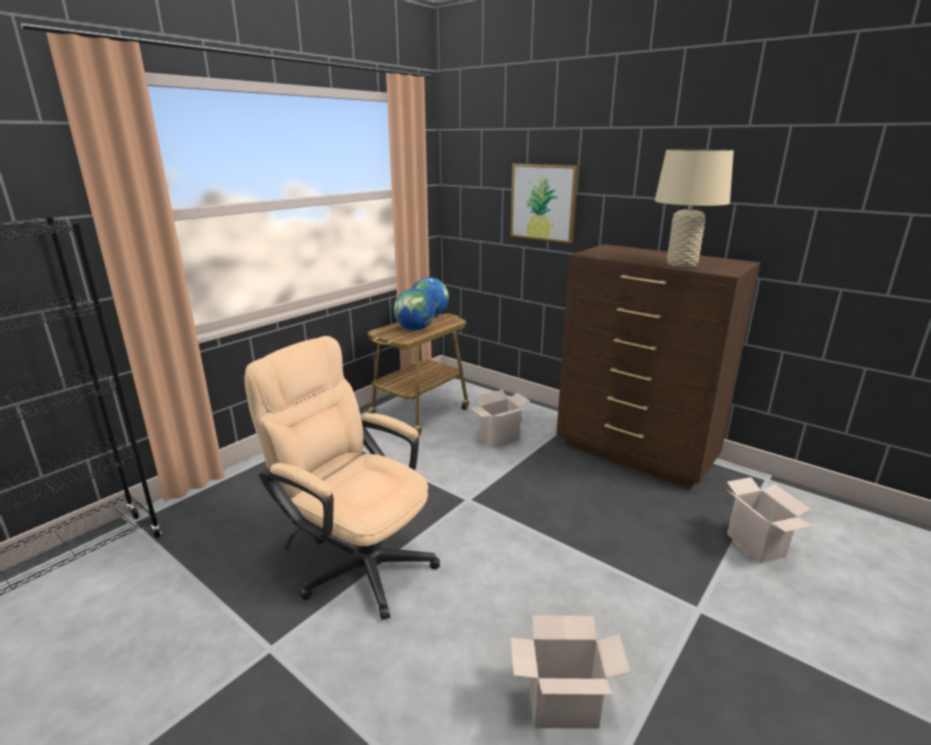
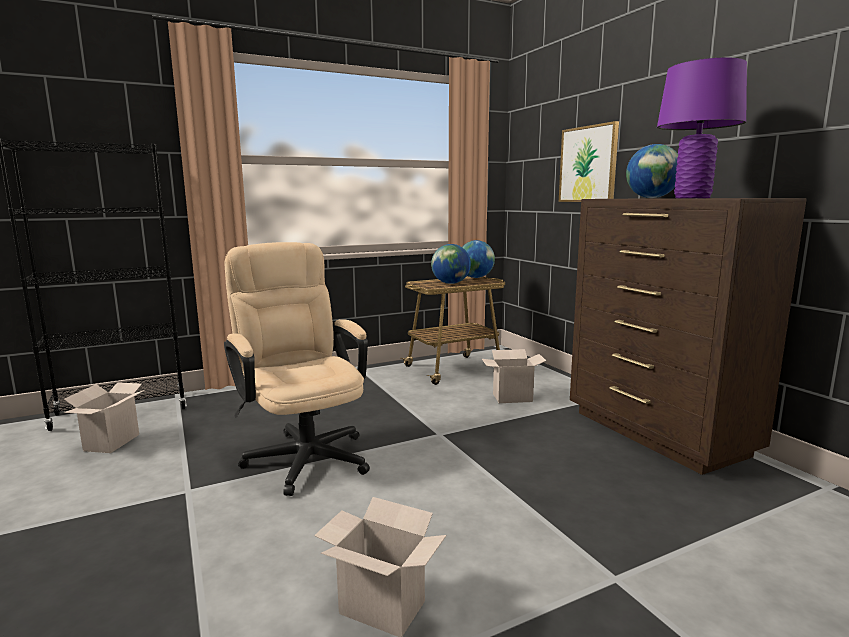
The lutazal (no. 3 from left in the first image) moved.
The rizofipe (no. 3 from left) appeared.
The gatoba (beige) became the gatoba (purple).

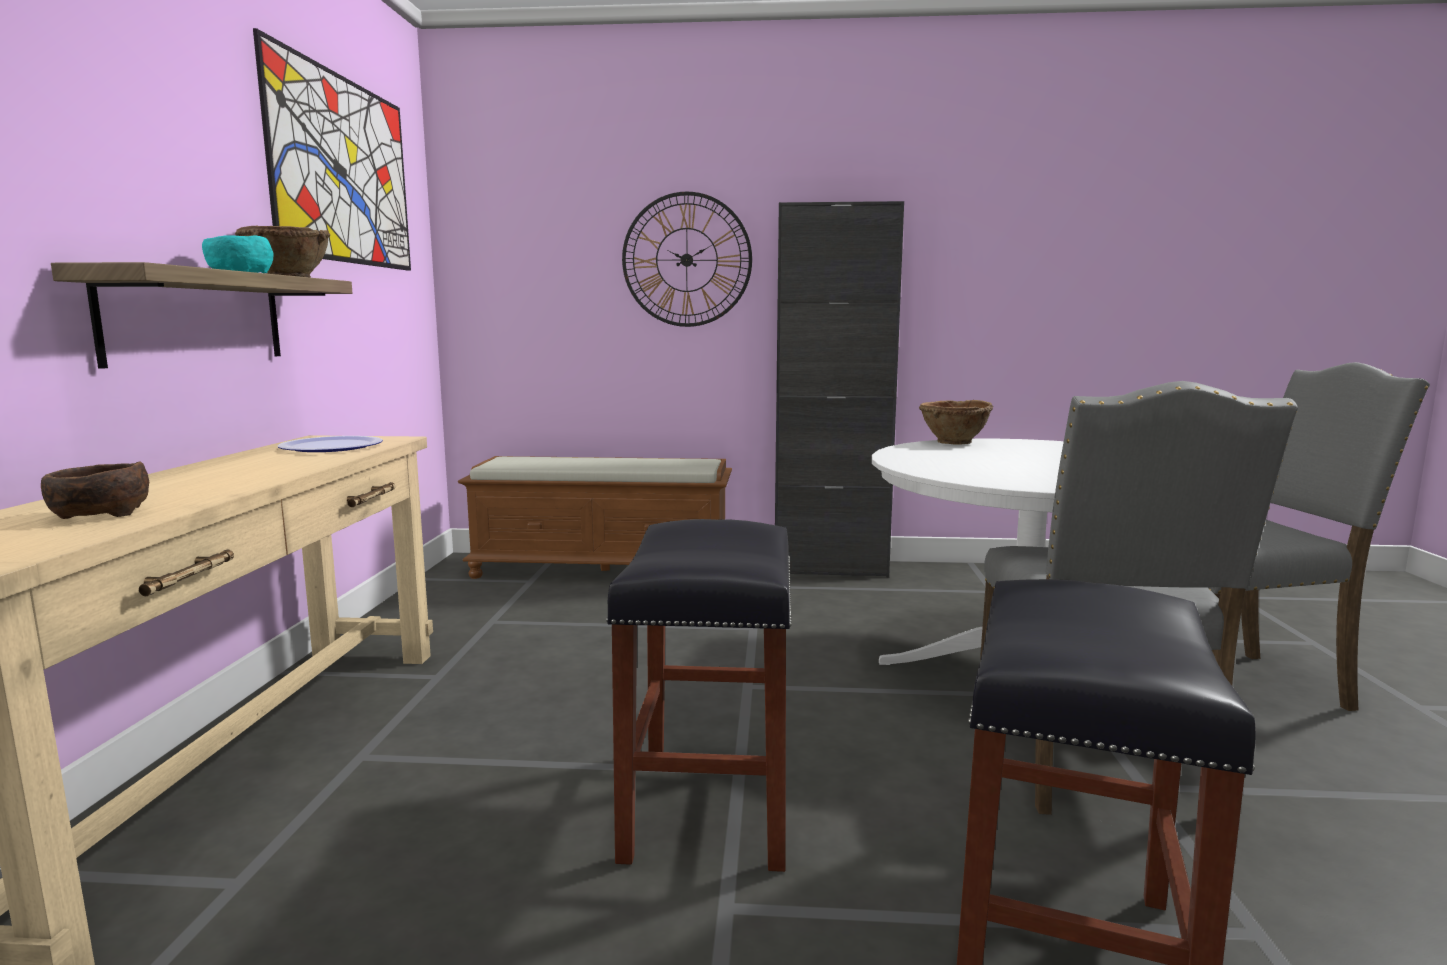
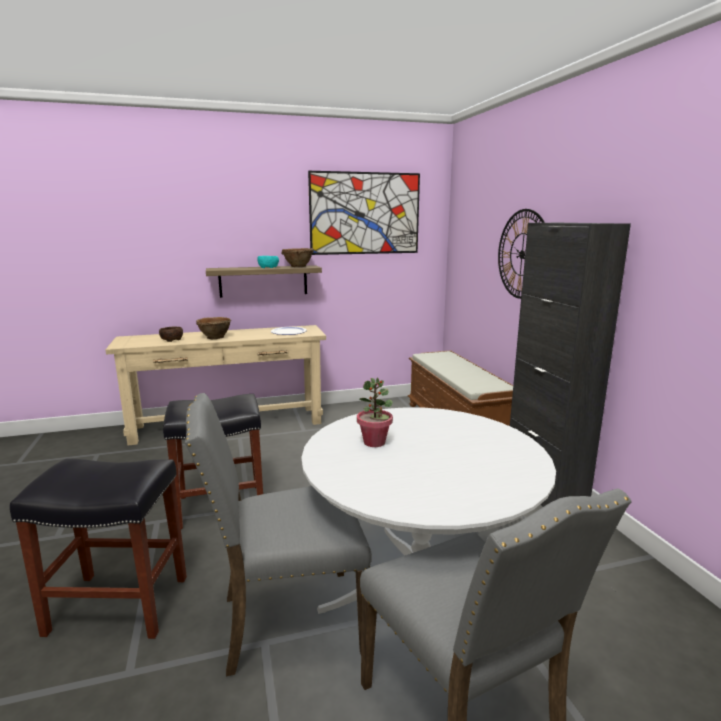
The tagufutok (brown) (no. 3 from left in the first image) moved.
The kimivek appeared.

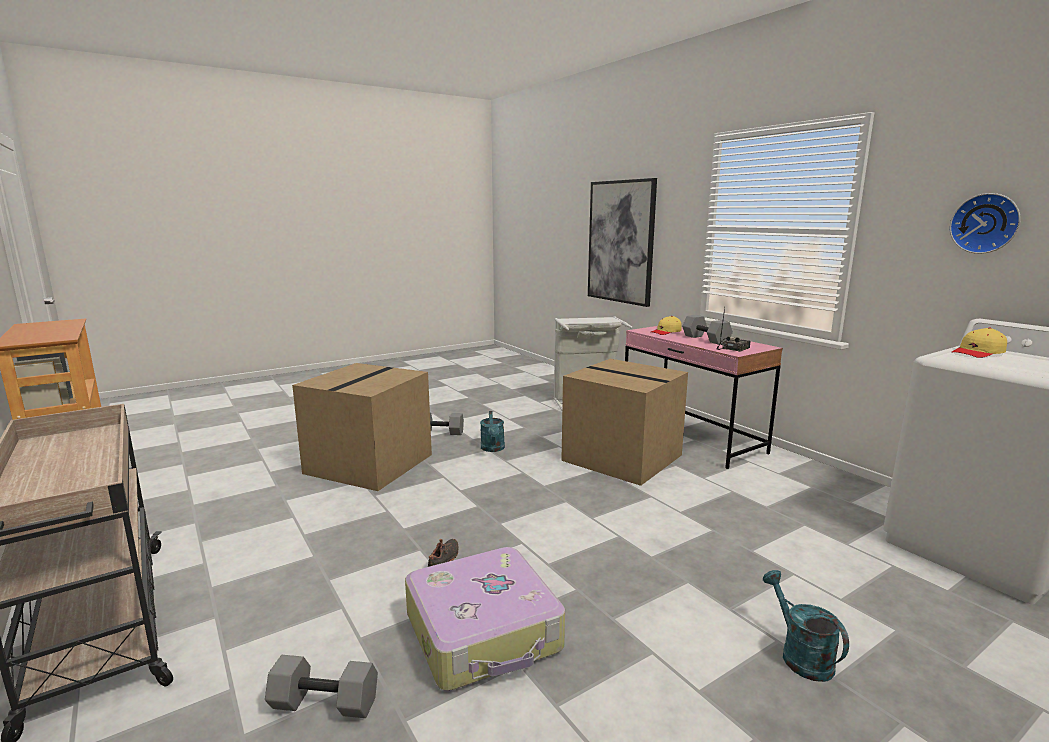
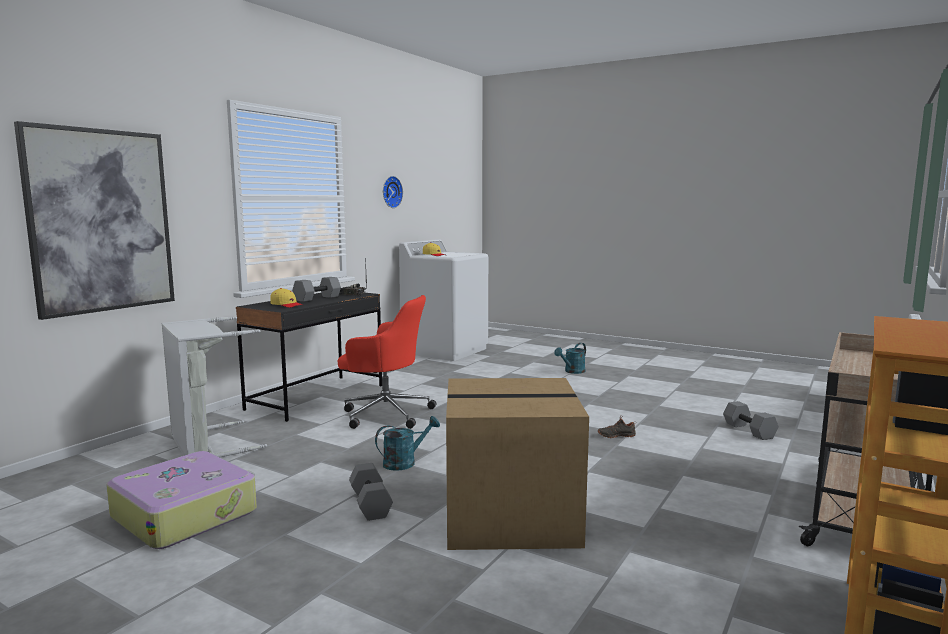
The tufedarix moved.
The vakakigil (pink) became the vakakigil (black).
The lutazal (no. 2 from left) was replaced by the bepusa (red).

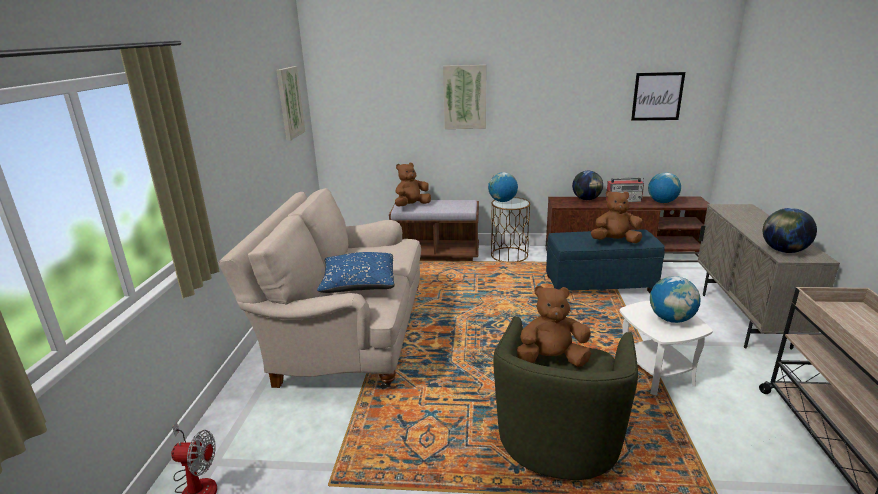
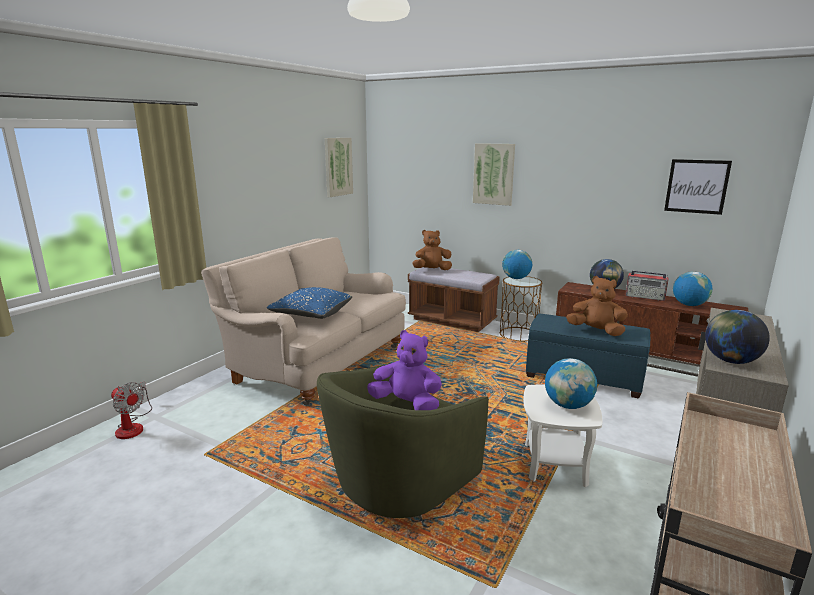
The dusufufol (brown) (no. 2 from left) became the dusufufol (purple).

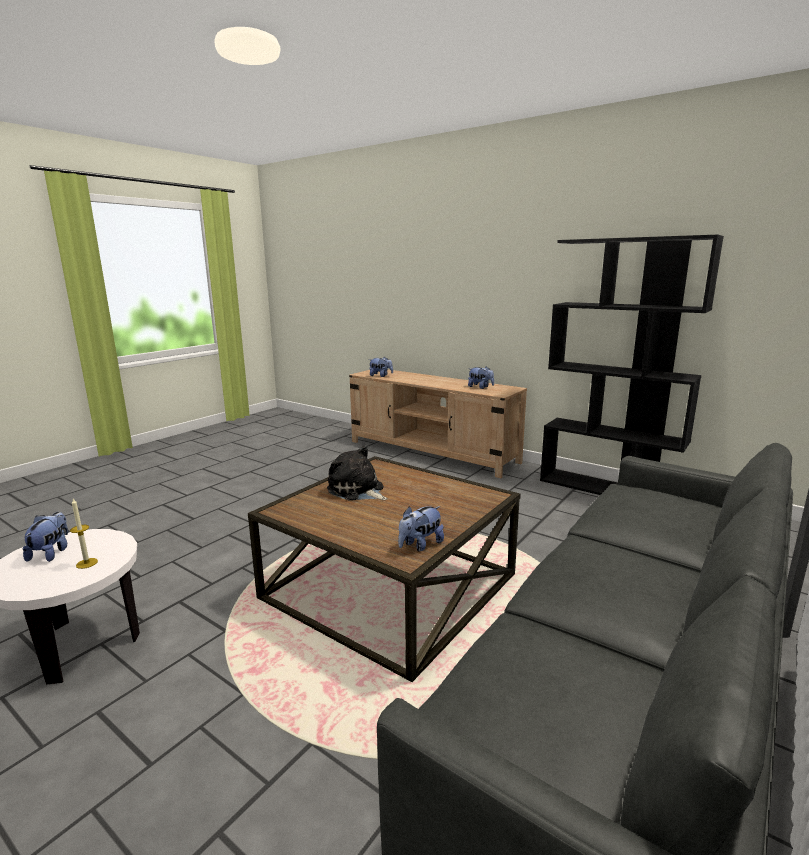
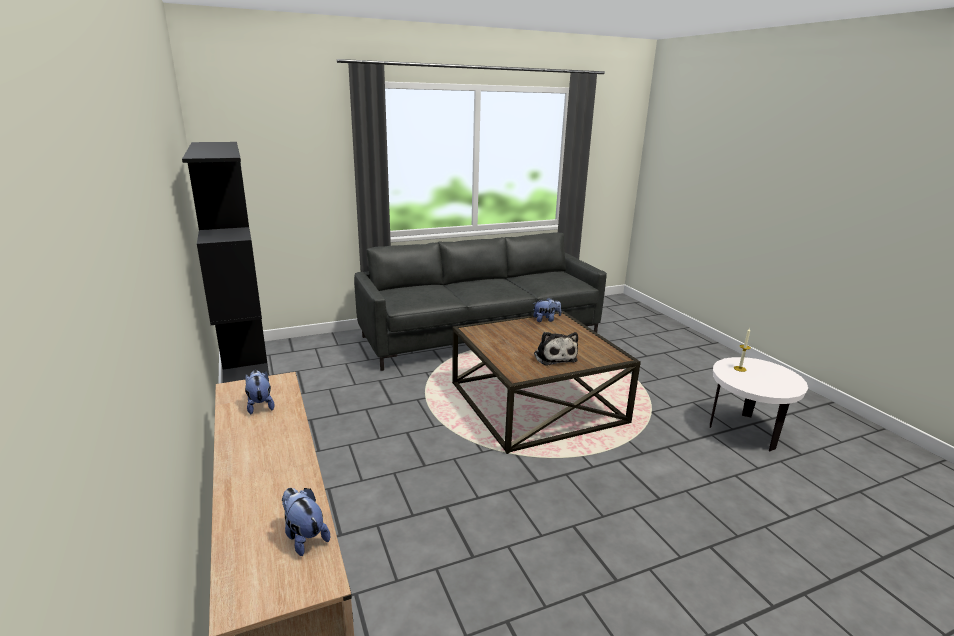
The dusufufol (no. 1 from left) disappeared.

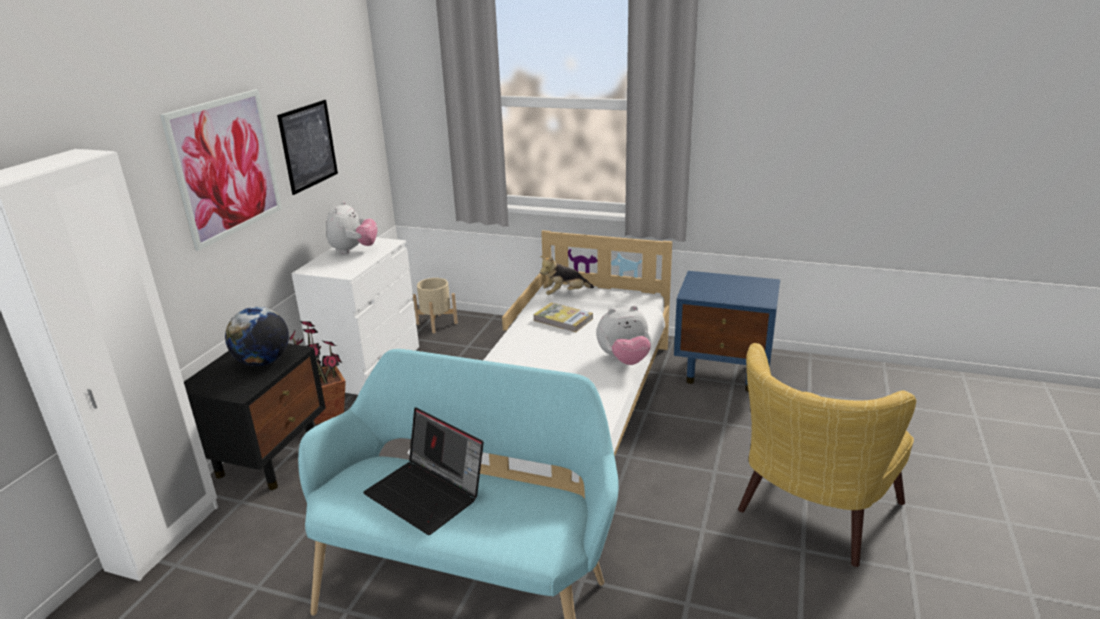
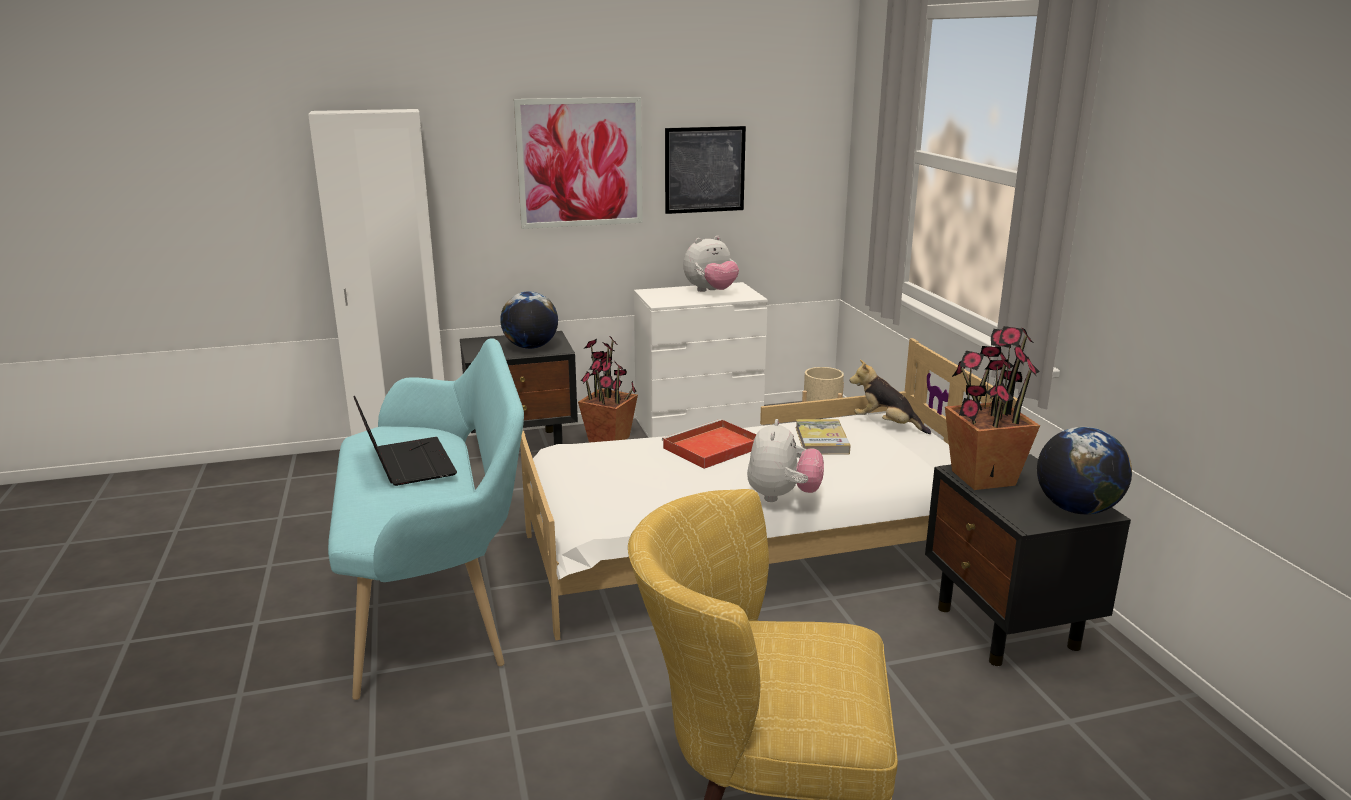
The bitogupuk turned 150 degrees clockwise.
The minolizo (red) appeared.
The dusufufol (no. 3 from left in the first image) turned 120 degrees counterclockwise.
The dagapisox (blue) became the dagapisox (black) (no. 2 from left).
The kimivek (no. 2 from left) appeared.
The rizofipe (no. 2 from left) appeared.

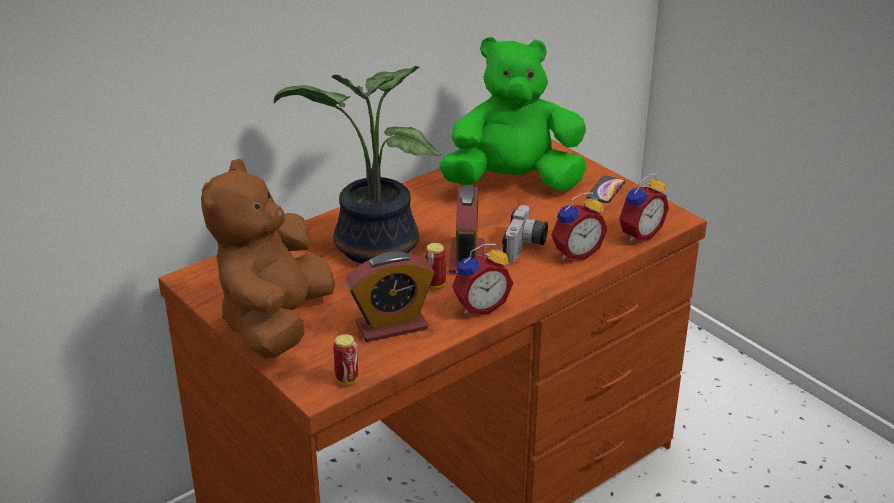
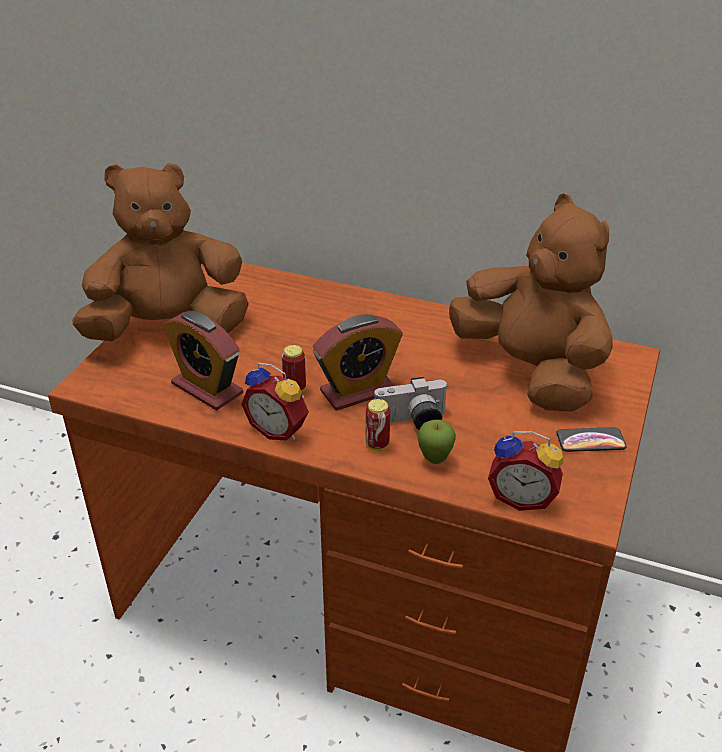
The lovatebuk (no. 1 from left in the first image) moved.
The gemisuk (no. 4 from left) was replaced by the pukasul.
The dusufufol (green) became the dusufufol (brown) (no. 2 from left).
The kimivek disappeared.

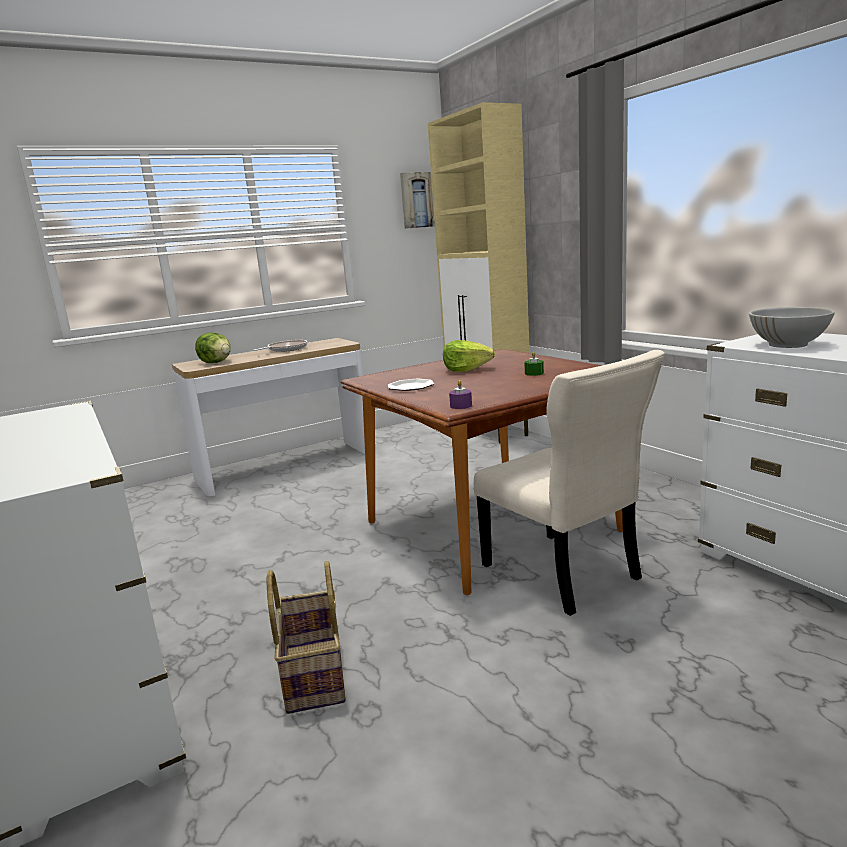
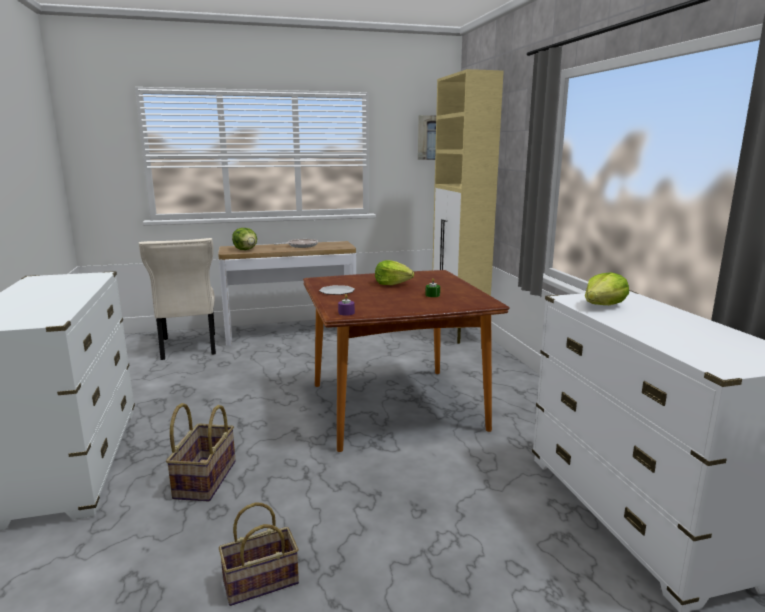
The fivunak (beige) moved.
The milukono (no. 2 from left) appeared.
The tagufutok (white) was replaced by the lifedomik (no. 3 from left).

